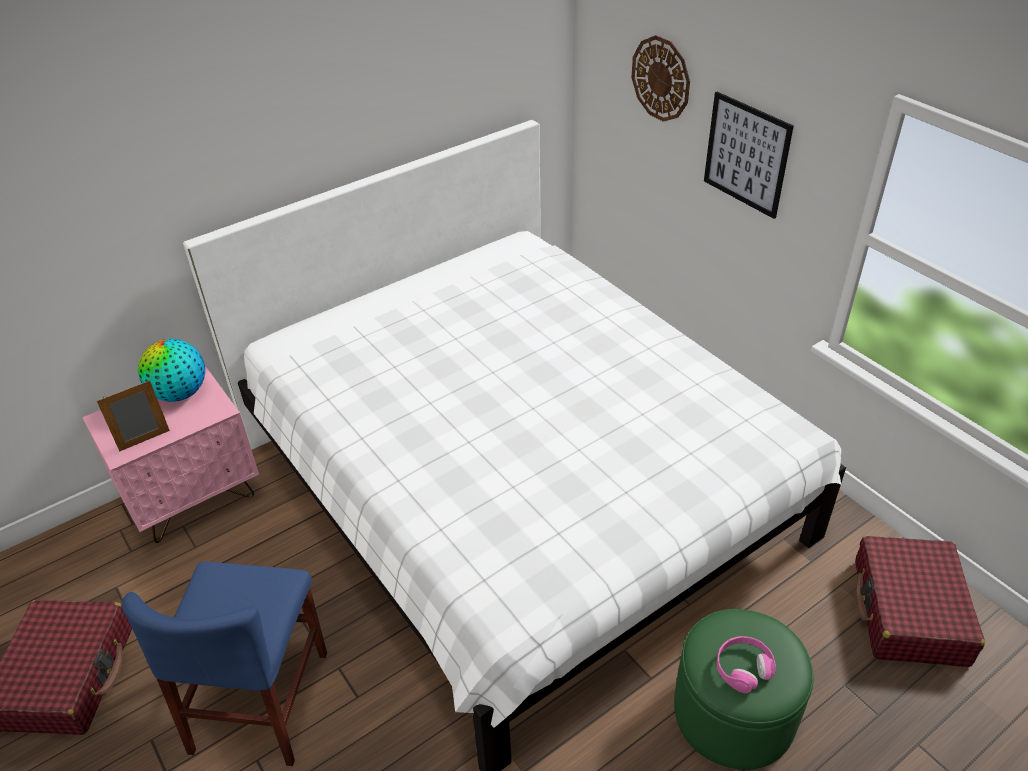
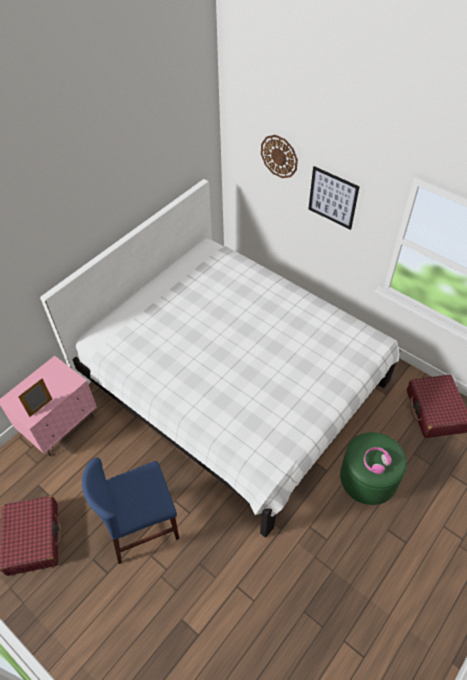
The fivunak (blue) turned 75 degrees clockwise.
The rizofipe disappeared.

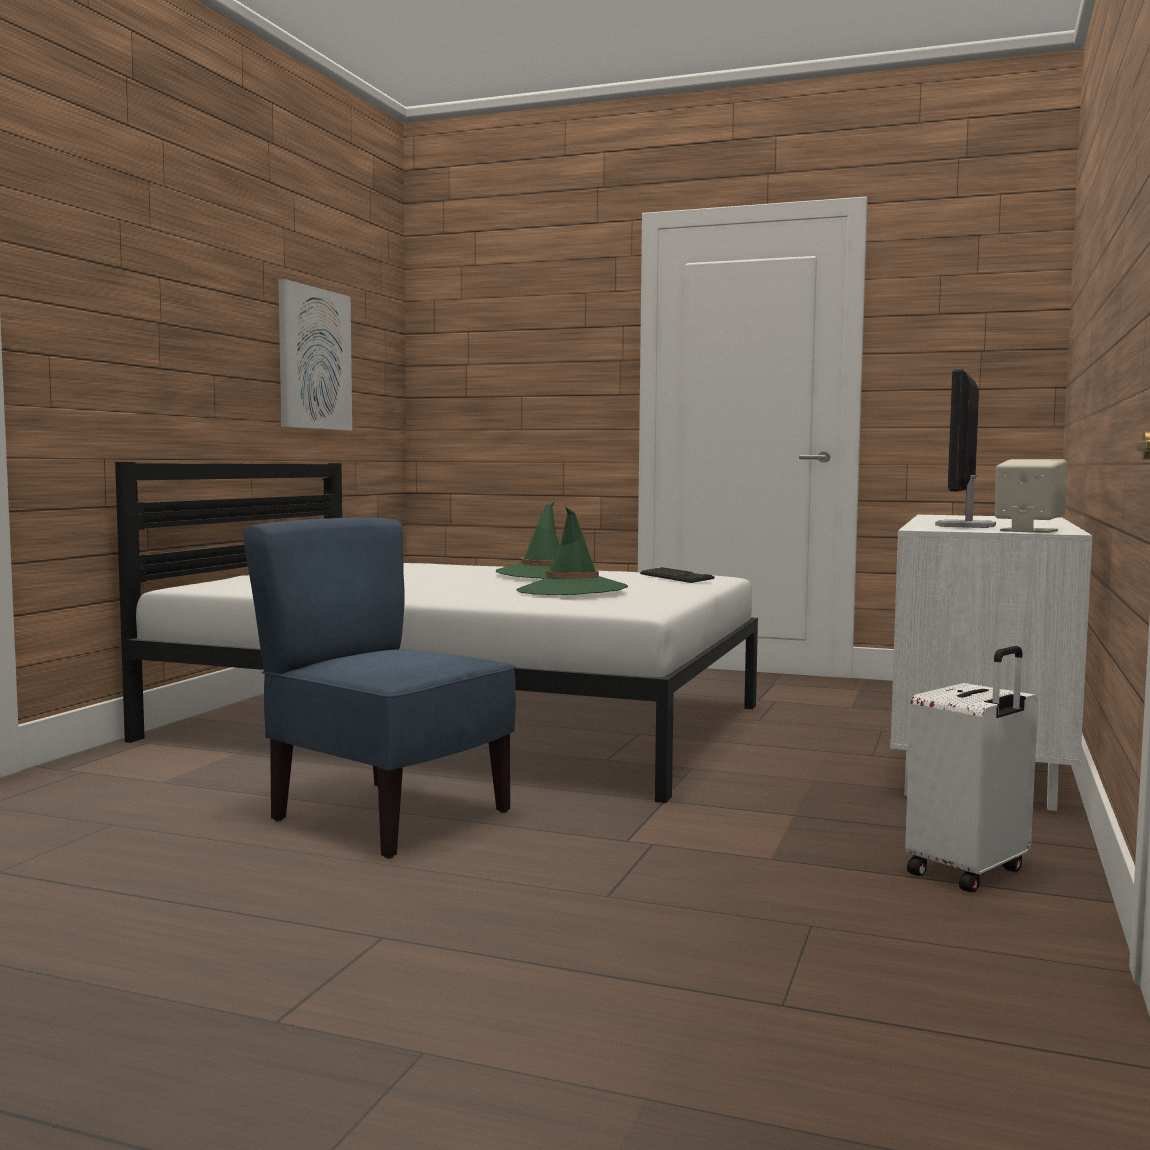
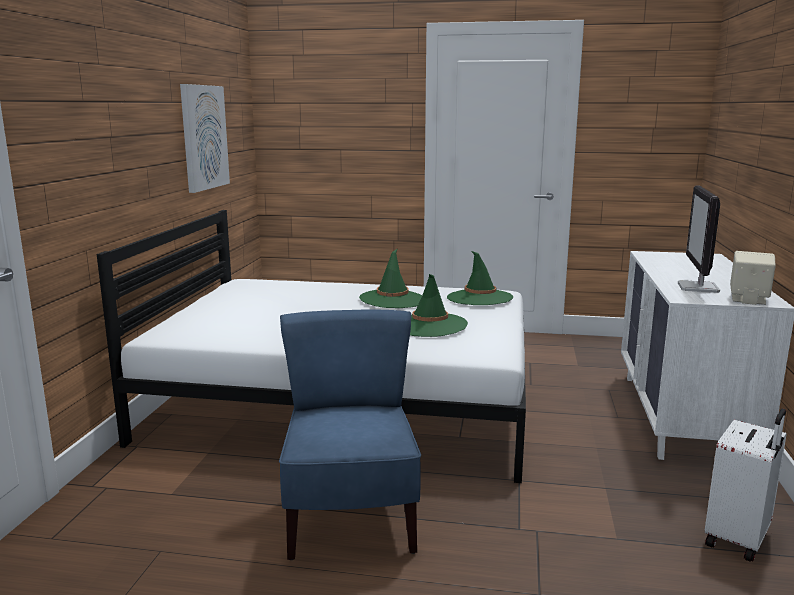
The fivunak (blue) turned 60 degrees clockwise.
The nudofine was replaced by the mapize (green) (no. 3 from left).

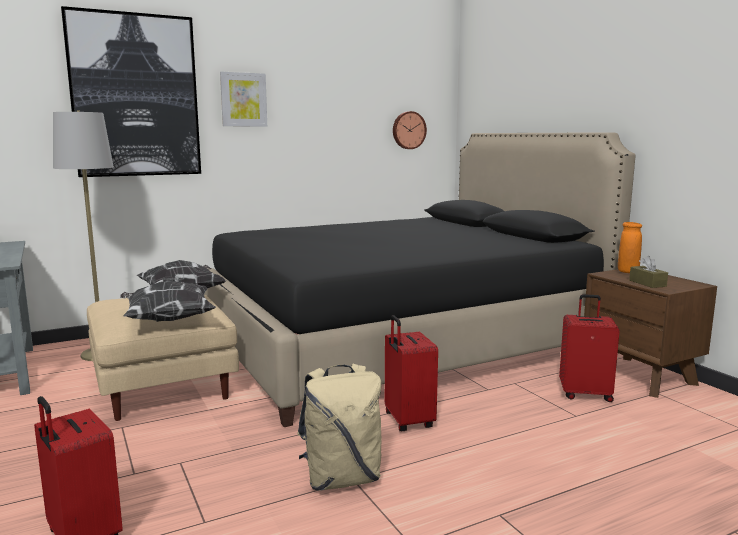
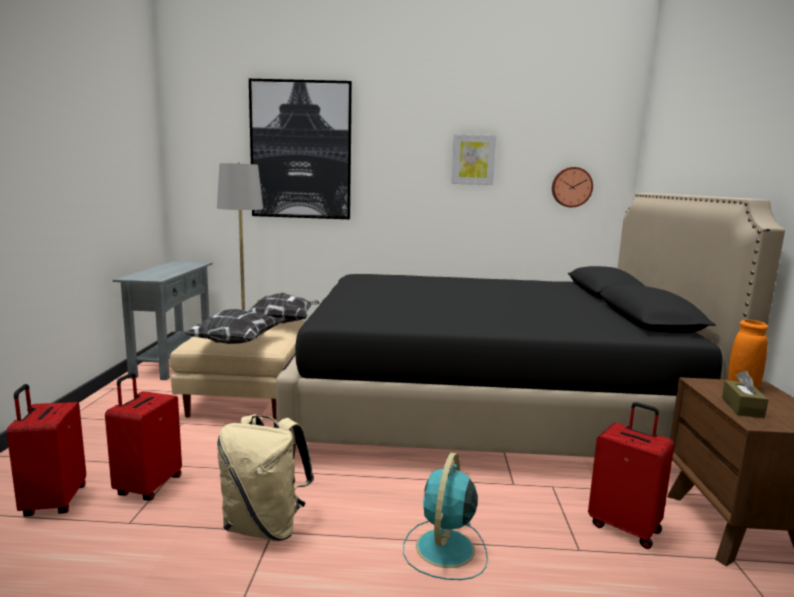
The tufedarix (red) (no. 2 from left) moved.
The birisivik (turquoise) appeared.
The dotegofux (no. 2 from left) moved.

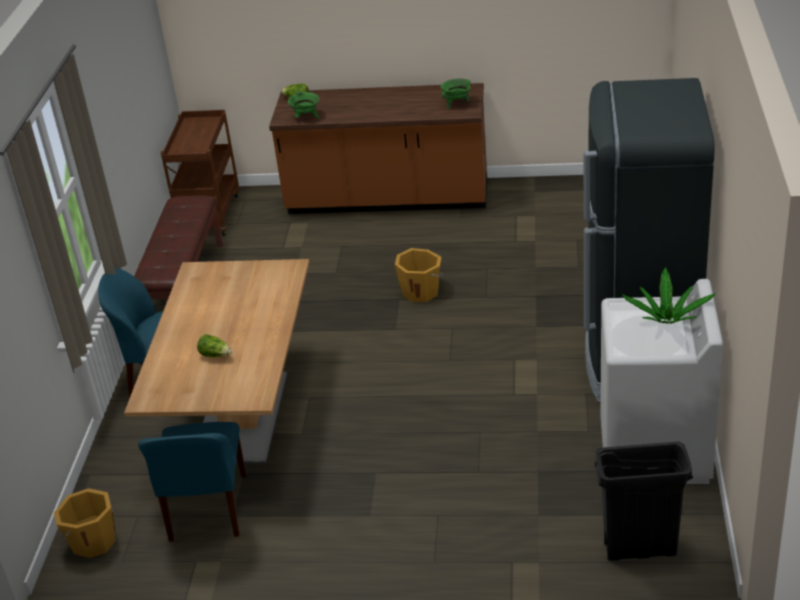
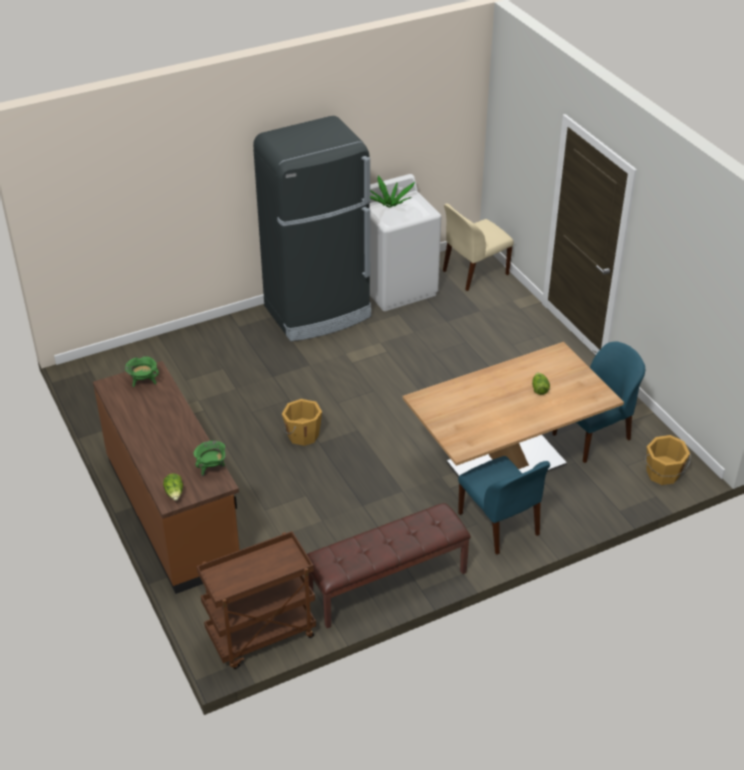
The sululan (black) was replaced by the fivunak (beige).

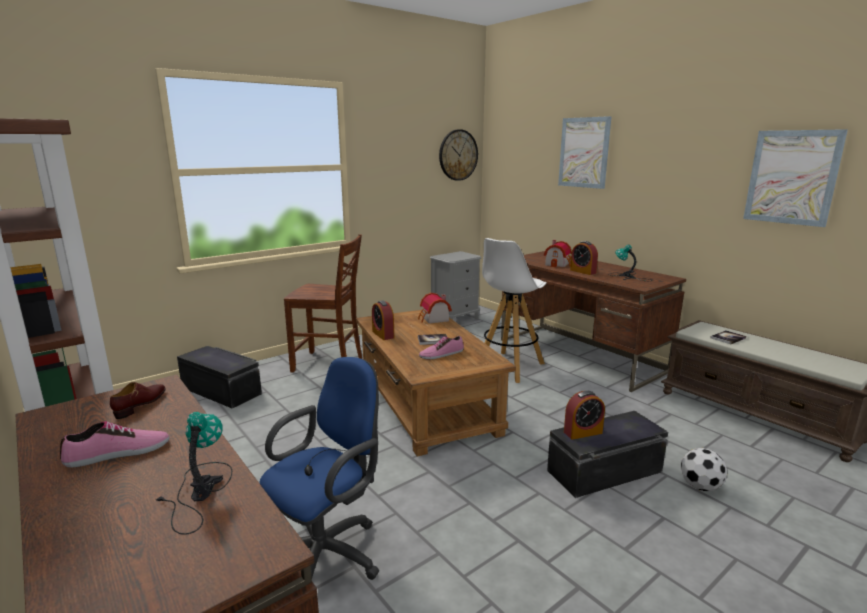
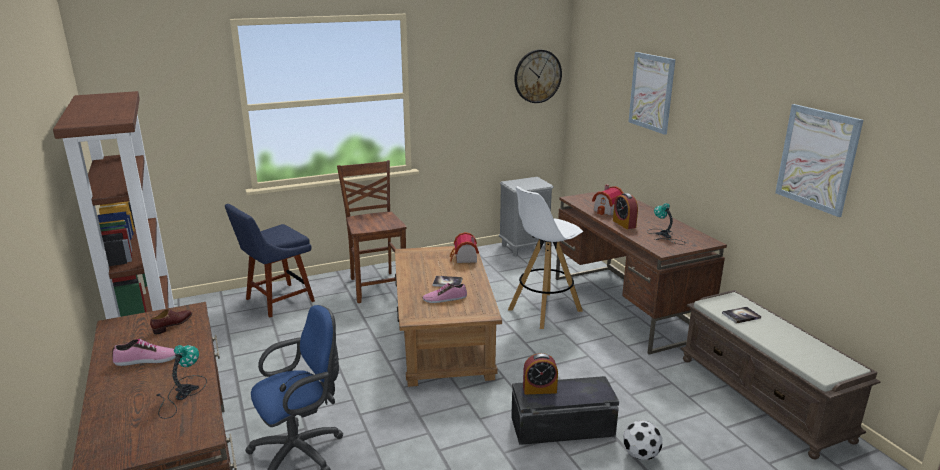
The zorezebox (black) (no. 1 from left) was replaced by the fivunak (blue).
The fivunak (brown) turned 135 degrees counterclockwise.
The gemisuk (no. 1 from left) disappeared.

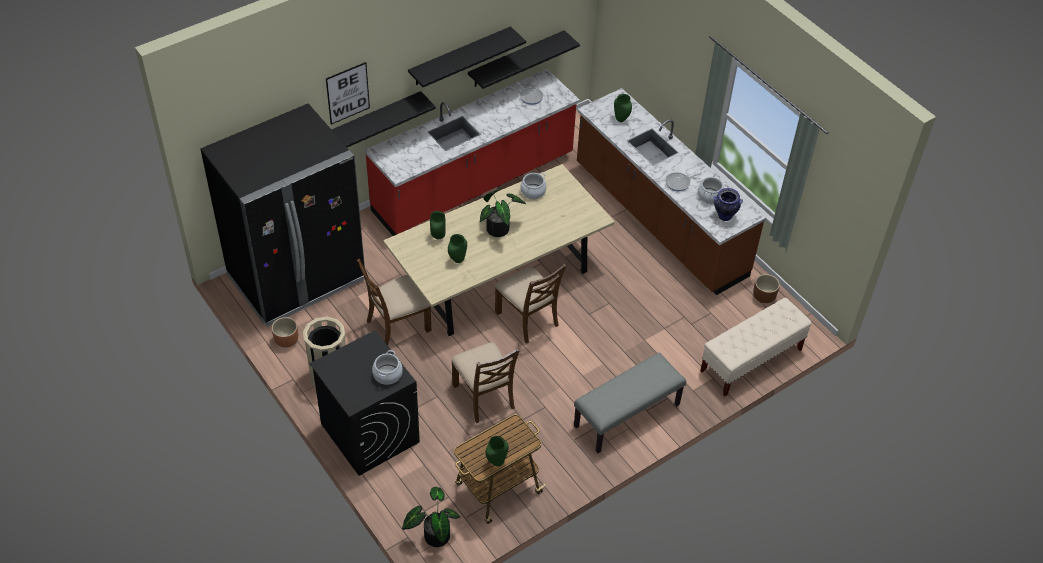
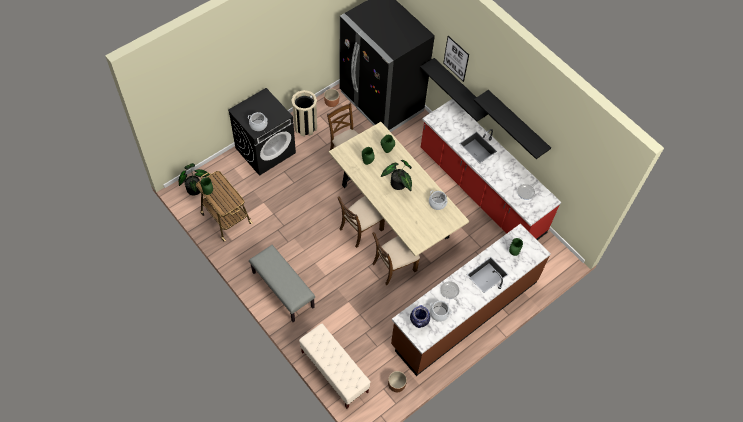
The fivunak (brown) (no. 2 from left in the first image) moved.
The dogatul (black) (no. 3 from left) disappeared.

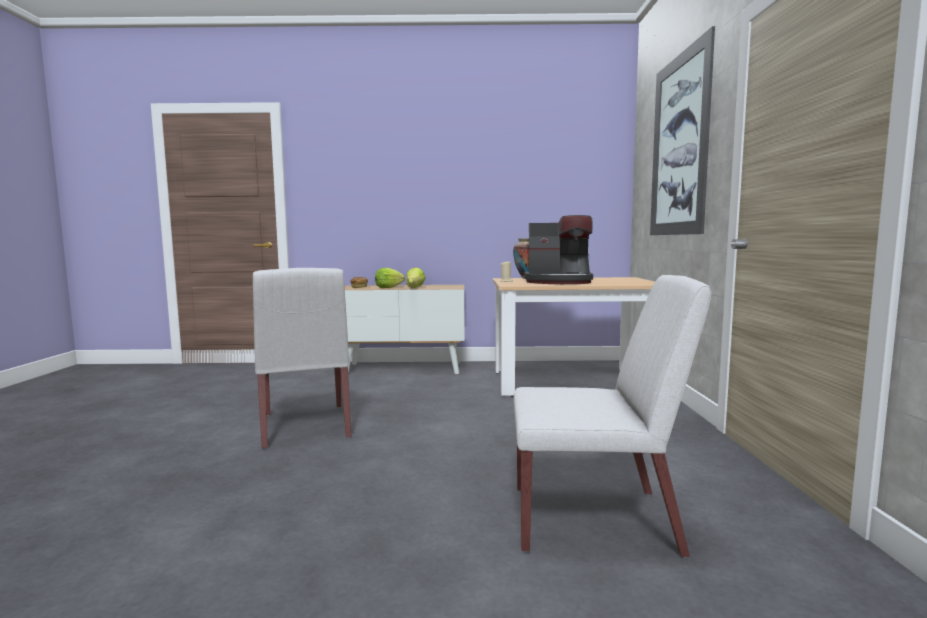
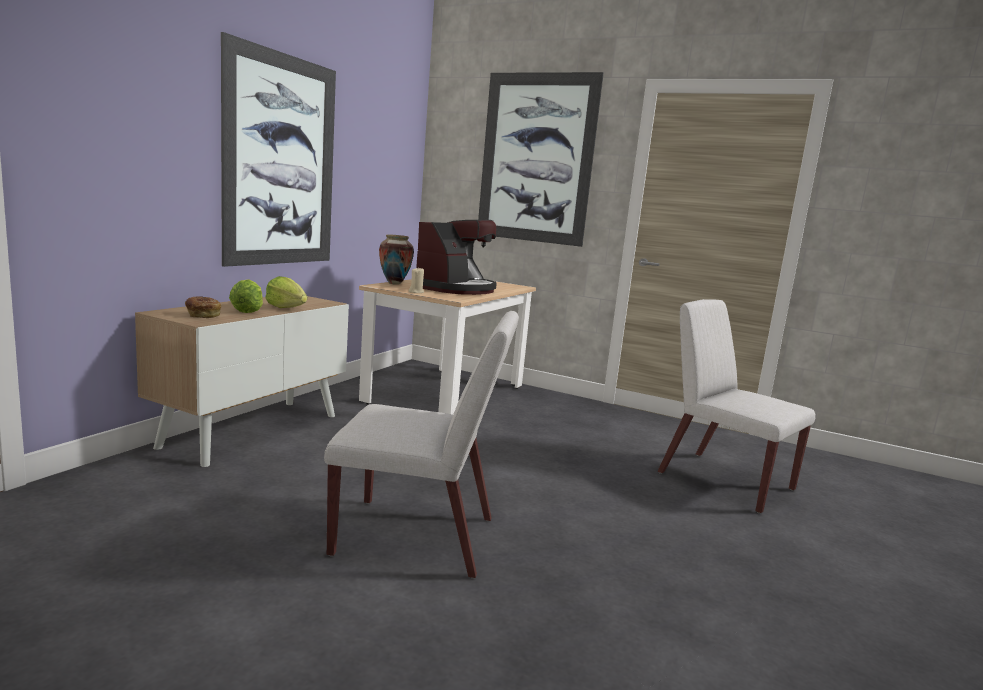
The dotegofux (no. 1 from left) appeared.
The fivunak (white) (no. 2 from left) turned 75 degrees counterclockwise.

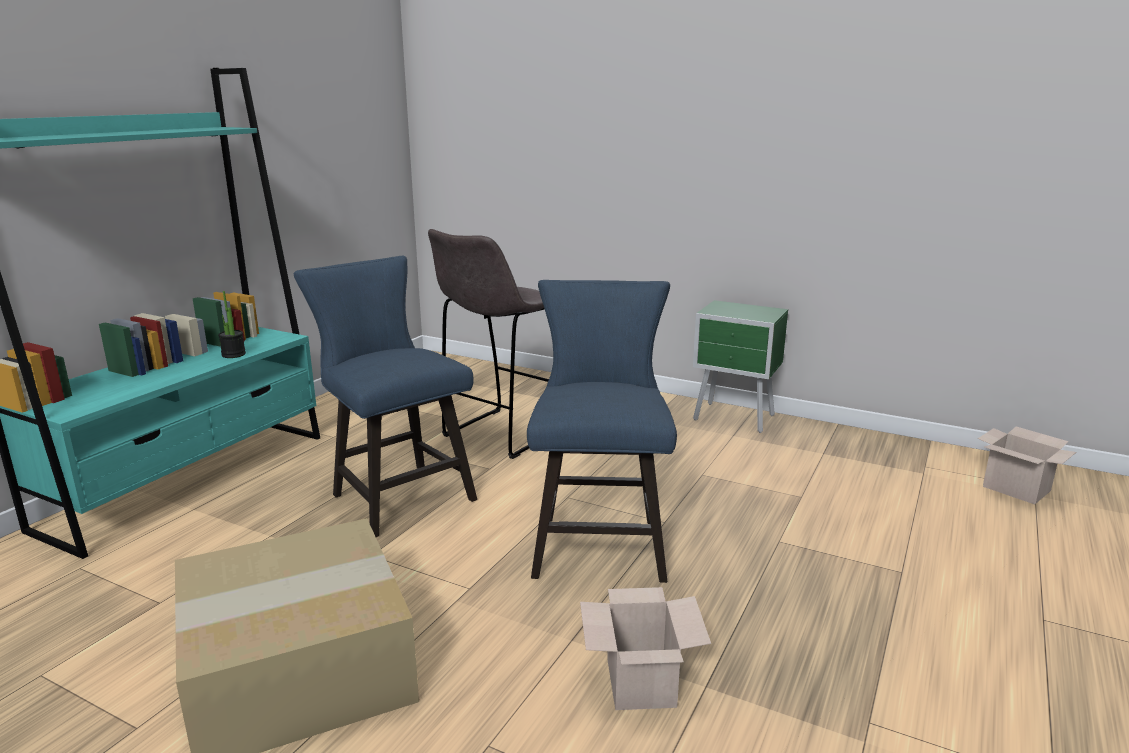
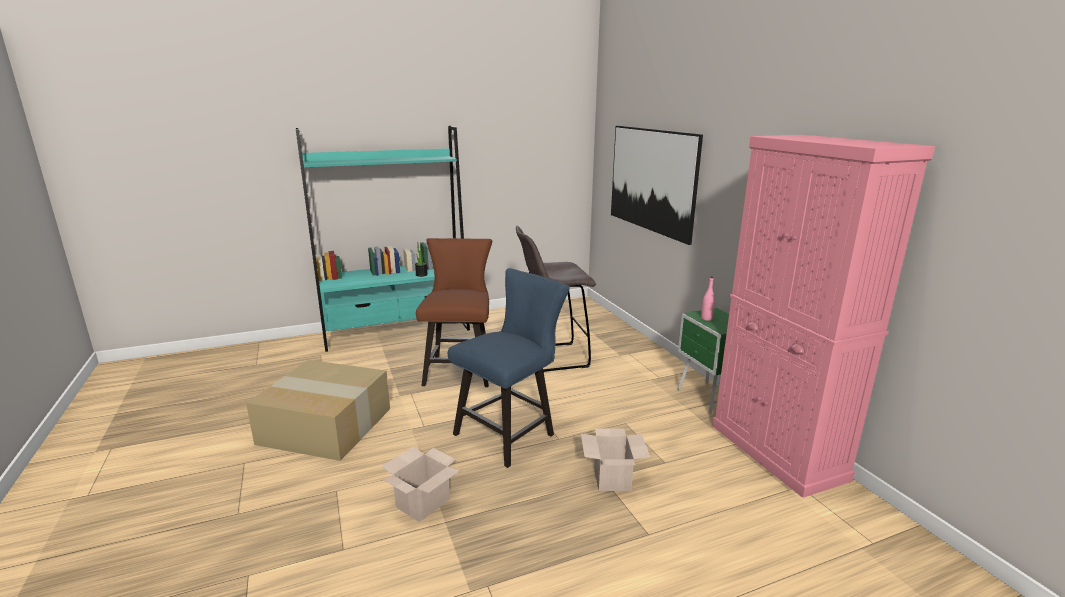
The fivunak (blue) (no. 1 from left) became the fivunak (brown).
The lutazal (no. 3 from left) moved.
The dotegofux appeared.
The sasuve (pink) appeared.
The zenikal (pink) appeared.

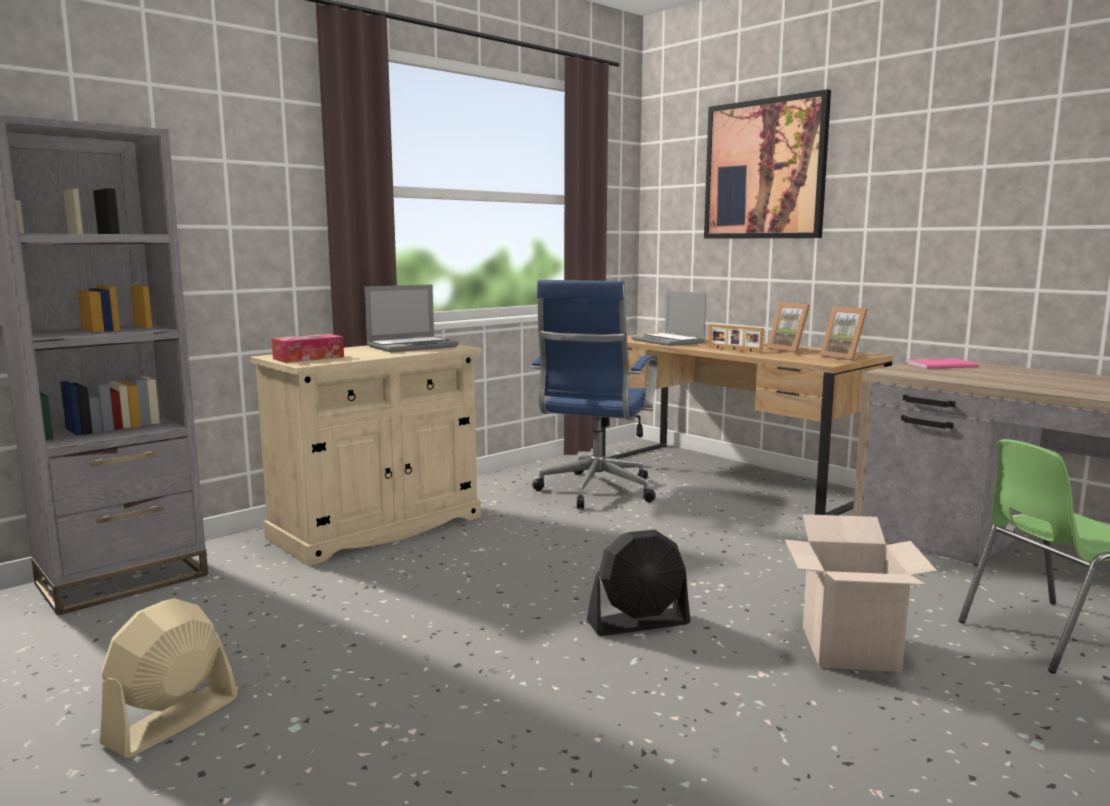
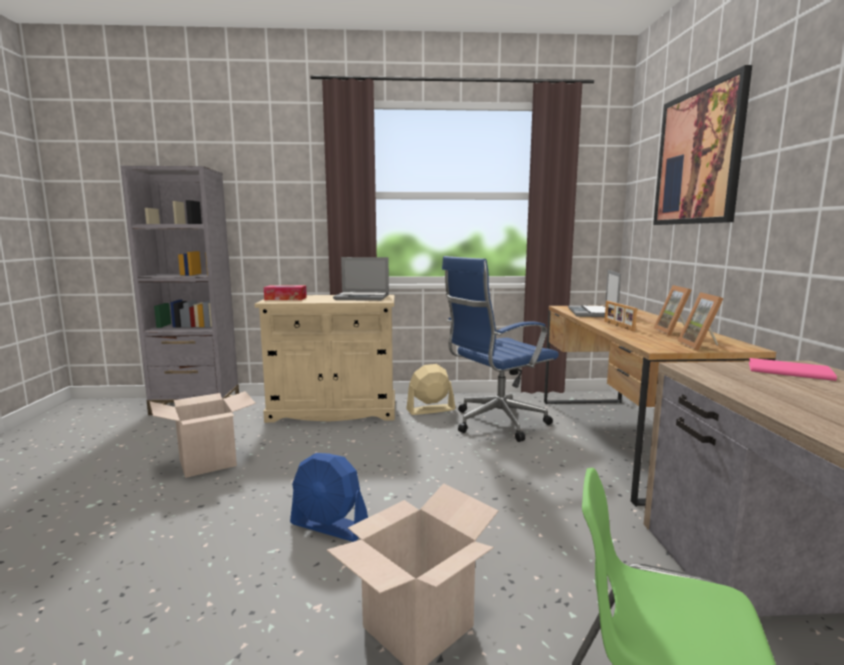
The lutazal (no. 1 from left) appeared.
The birisivik (black) became the birisivik (blue).
The birisivik (beige) moved.

